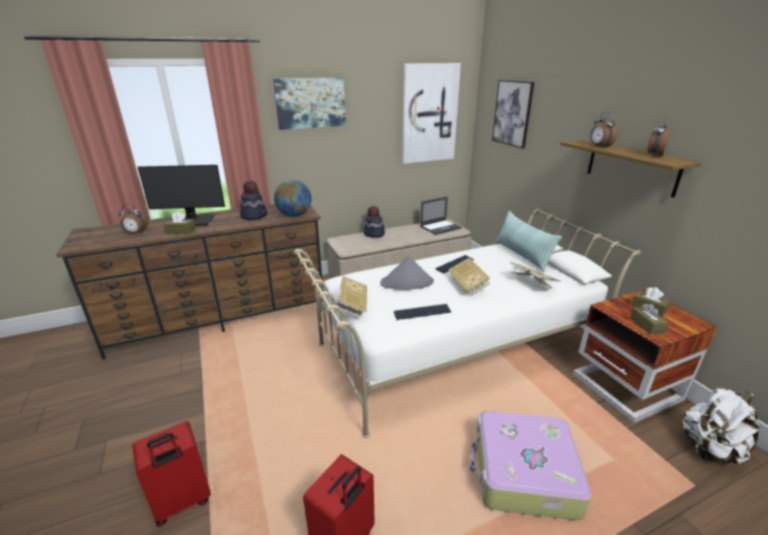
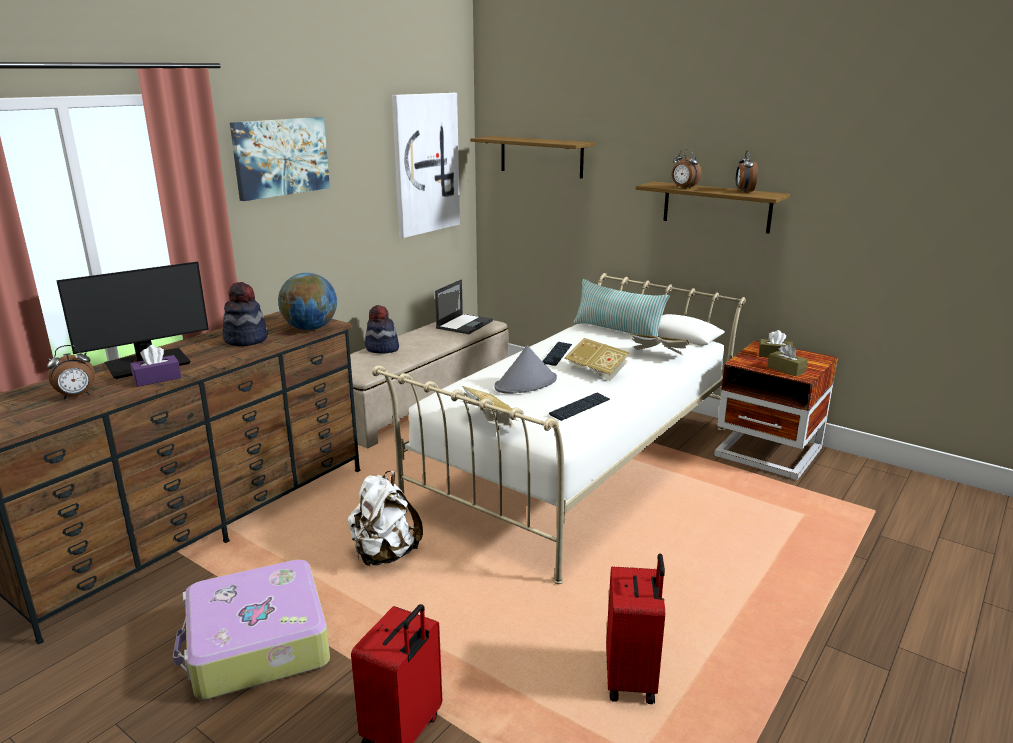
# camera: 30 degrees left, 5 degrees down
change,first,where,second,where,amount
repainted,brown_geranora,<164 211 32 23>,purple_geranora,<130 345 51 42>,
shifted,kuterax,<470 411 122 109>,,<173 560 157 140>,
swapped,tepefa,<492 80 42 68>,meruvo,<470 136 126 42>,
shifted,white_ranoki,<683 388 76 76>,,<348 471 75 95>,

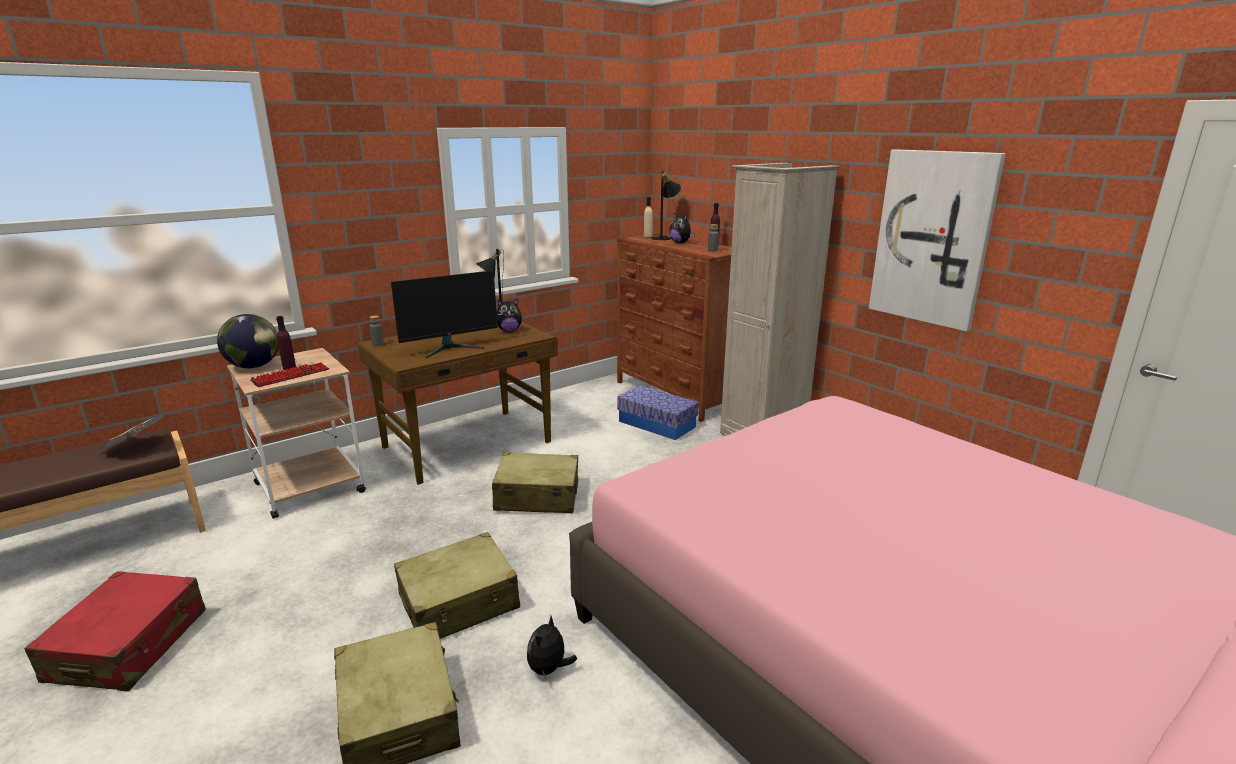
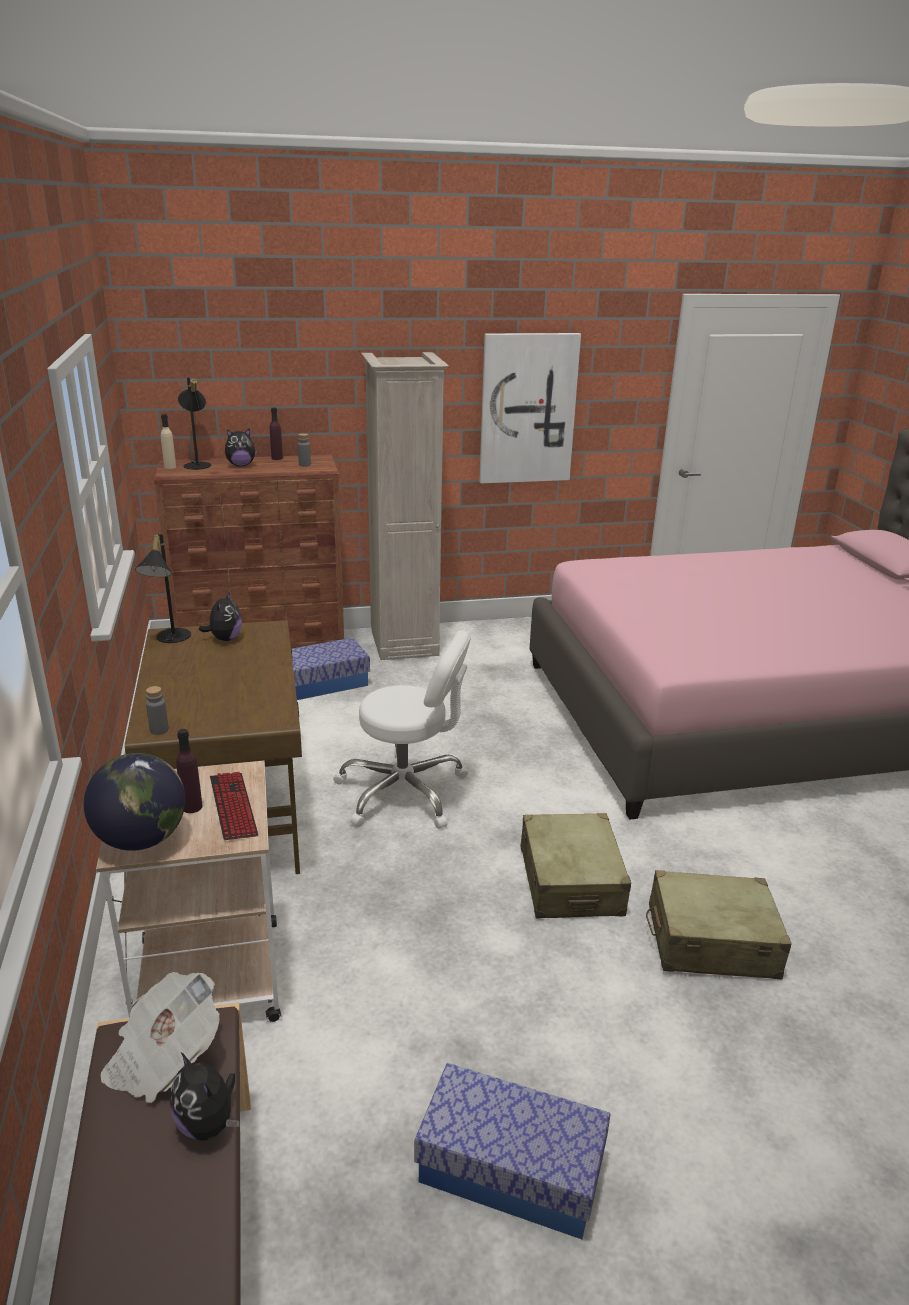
# camera: 65 degrees left, 5 degrees up
change,first,where,second,where,amount
swapped,red_kuterax,<24 571 182 120>,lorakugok,<414 1063 196 176>,
gone,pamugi,<391 270 107 88>,,,
swapped,beige_kuterax,<492 452 87 61>,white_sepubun,<333 630 138 199>,
shifted,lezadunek,<527 616 50 62>,,<170 1052 70 89>,

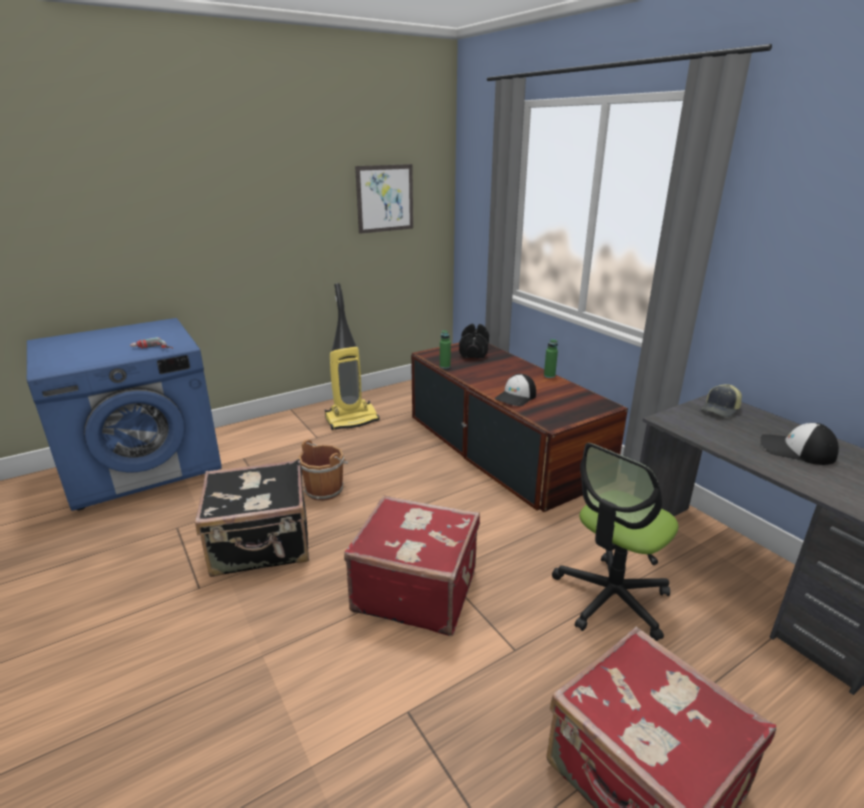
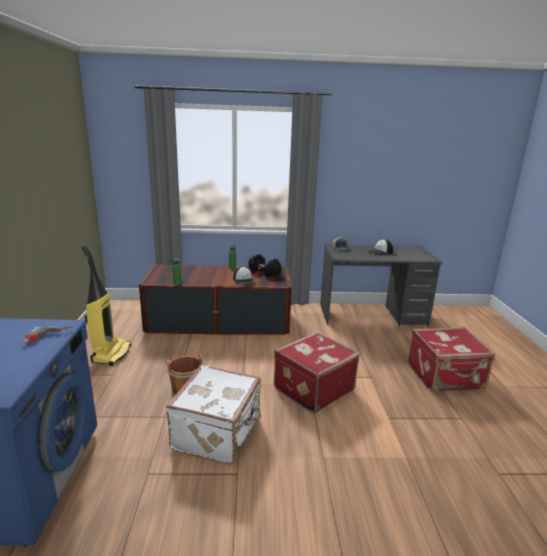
# camera: 60 degrees left, 5 degrees down
change,first,where,second,where,amount
repainted,black_kuterax,<195 459 114 118>,white_kuterax,<166 365 95 100>,
gone,tepefa,<355 164 58 70>,,,
shifted,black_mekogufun,<459 324 30 34>,,<248 254 34 23>,
gone,sepubun,<552 443 126 198>,,,

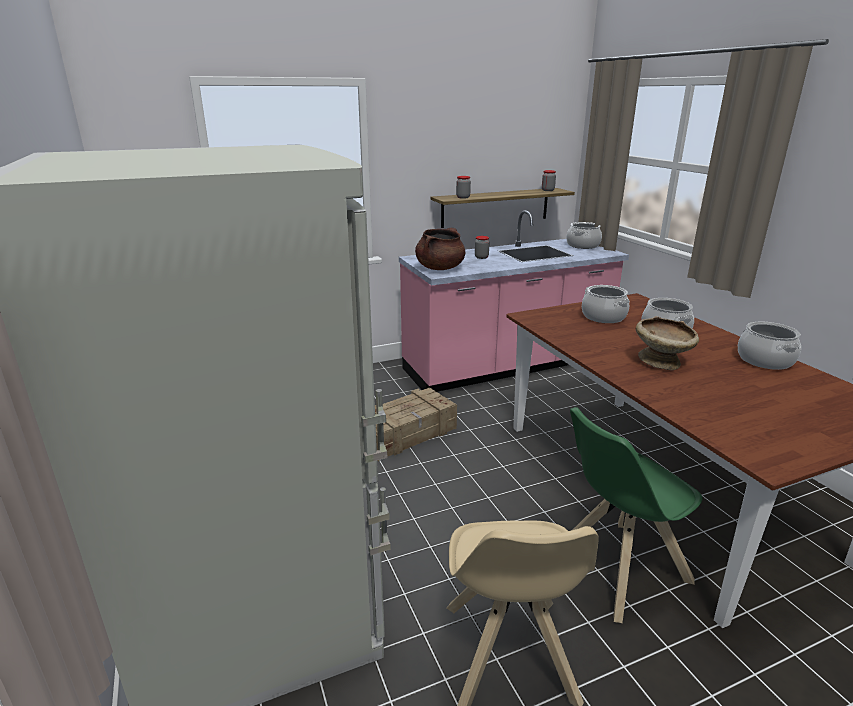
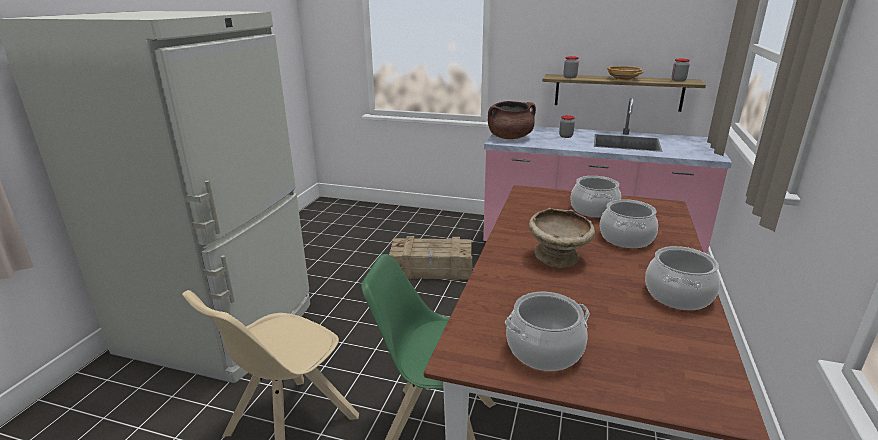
# camera: 40 degrees right, 0 degrees up
change,first,where,second,where,amount
shifted,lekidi,<566 222 36 27>,,<505 292 85 79>,
new,,,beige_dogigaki,<607 66 36 14>,

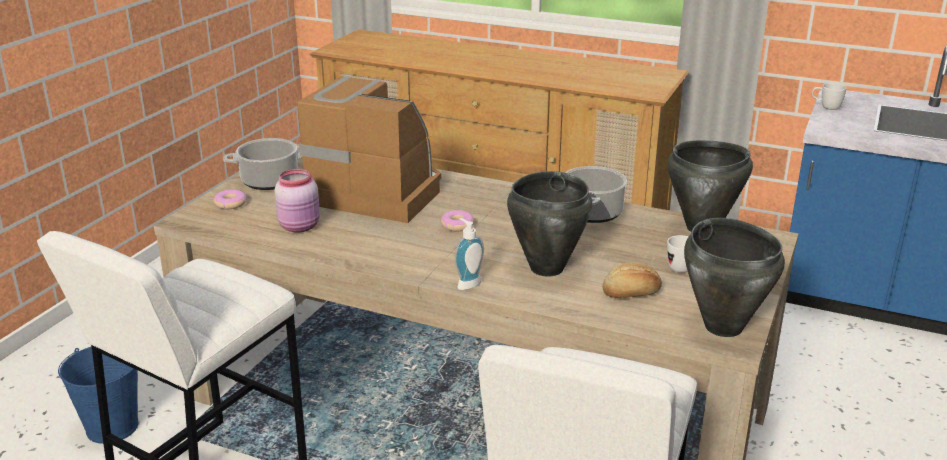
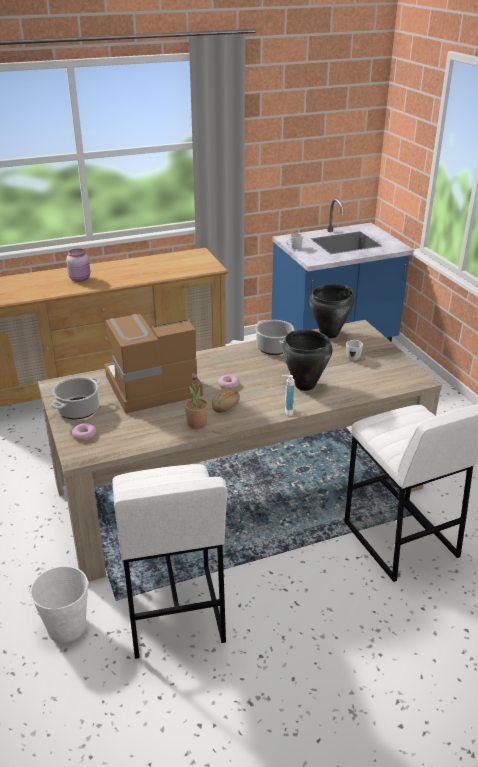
# camera: 45 degrees left, 5 degrees up
change,first,where,second,where,amount
repainted,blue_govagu,<58 347 80 97>,white_govagu,<29 566 60 77>,
shifted,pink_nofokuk,<274 169 46 64>,,<66 248 24 34>,
shifted,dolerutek,<603 263 59 35>,,<212 388 28 25>,
gone,black_lekidi,<684 218 101 119>,,,
new,,,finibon,<185 373 23 56>,

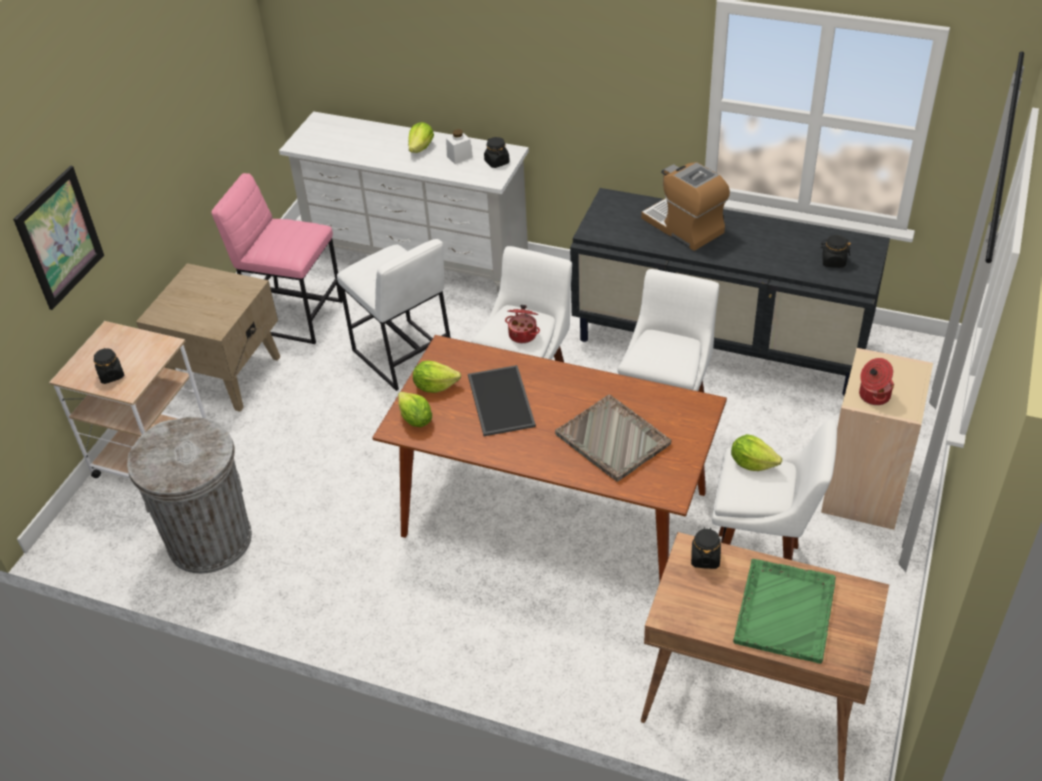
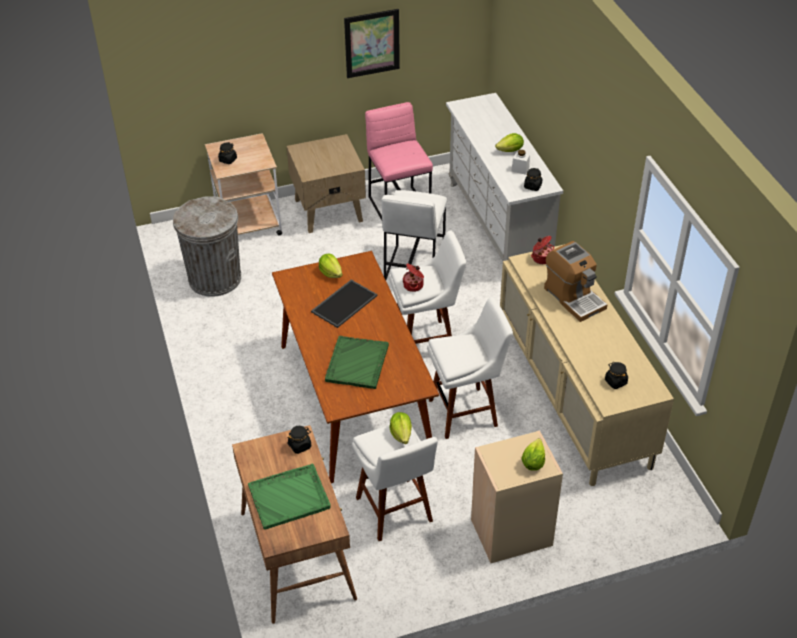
# camera: 50 degrees right, 0 degrees up
change,first,where,second,where,amount
shifted,tepefa,<13 166 91 144>,,<344 9 56 69>,
shifted,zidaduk,<398 392 34 35>,,<521 438 24 33>,
repainted,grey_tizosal,<555 394 117 88>,green_tizosal,<325 336 64 53>,
repainted,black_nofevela,<570 188 320 208>,beige_nofevela,<500 244 174 242>,
rotated,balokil,<641 162 89 89>,,<544 241 63 81>,135 degrees clockwise
shifted,lekidi,<859 358 35 47>,,<531 236 23 28>,

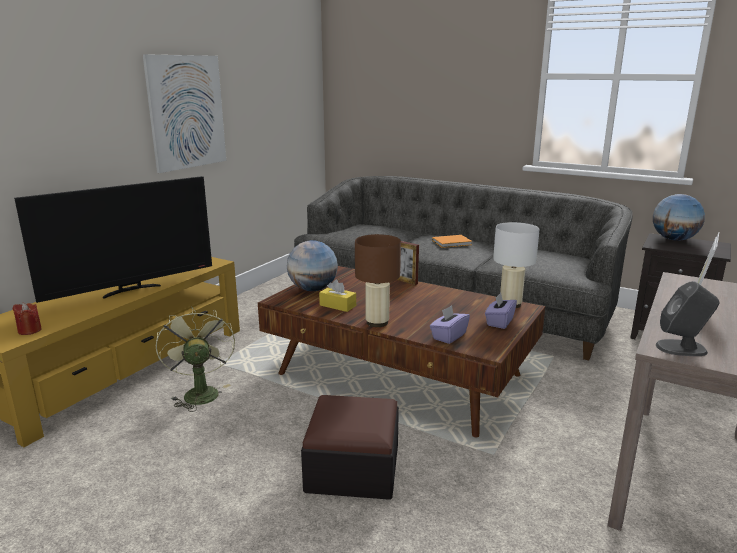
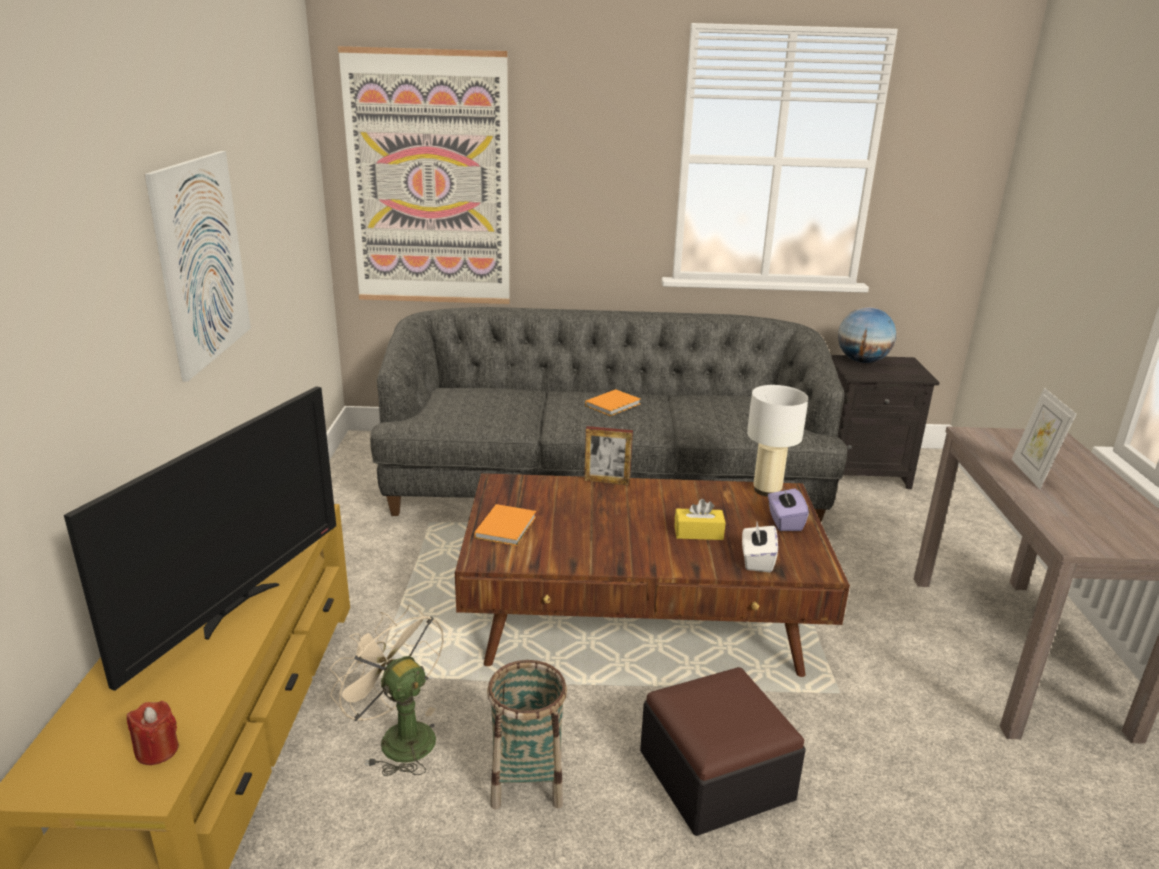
# camera: 30 degrees left, 5 degrees up
change,first,where,second,where,amount
repainted,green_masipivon,<156 307 79 105>,beige_masipivon,<330 604 114 172>,
swapped,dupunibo,<287 240 51 51>,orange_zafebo,<474 504 62 42>,
shifted,yellow_geranora,<319 280 37 32>,,<674 499 52 41>,
gone,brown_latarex,<355 234 46 93>,,,
repainted,purple_geranora,<430 305 40 39>,white_geranora,<742 522 36 50>,
gone,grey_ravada,<656 281 63 75>,,,
new,,,tepefa,<338 46 172 258>,
new,,,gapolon,<487 660 80 150>,

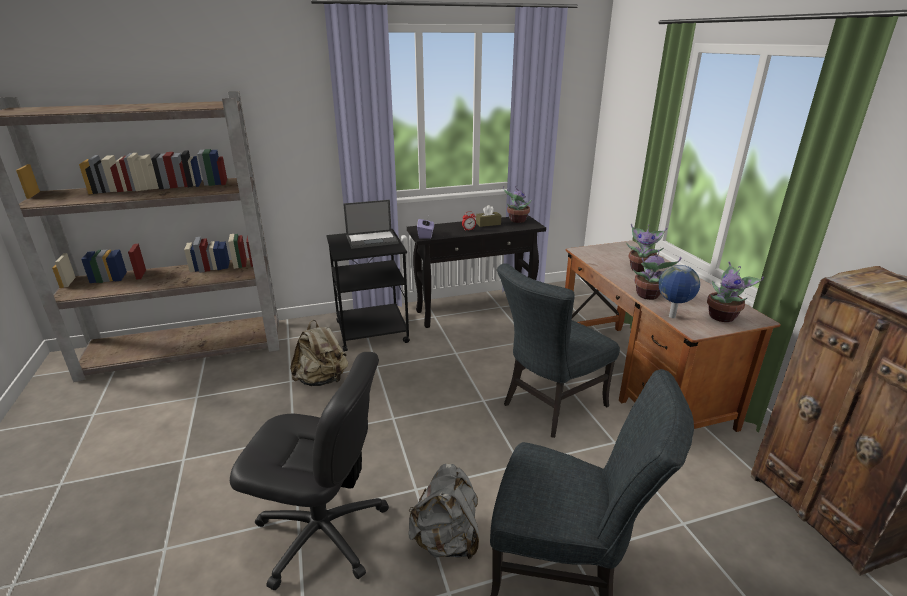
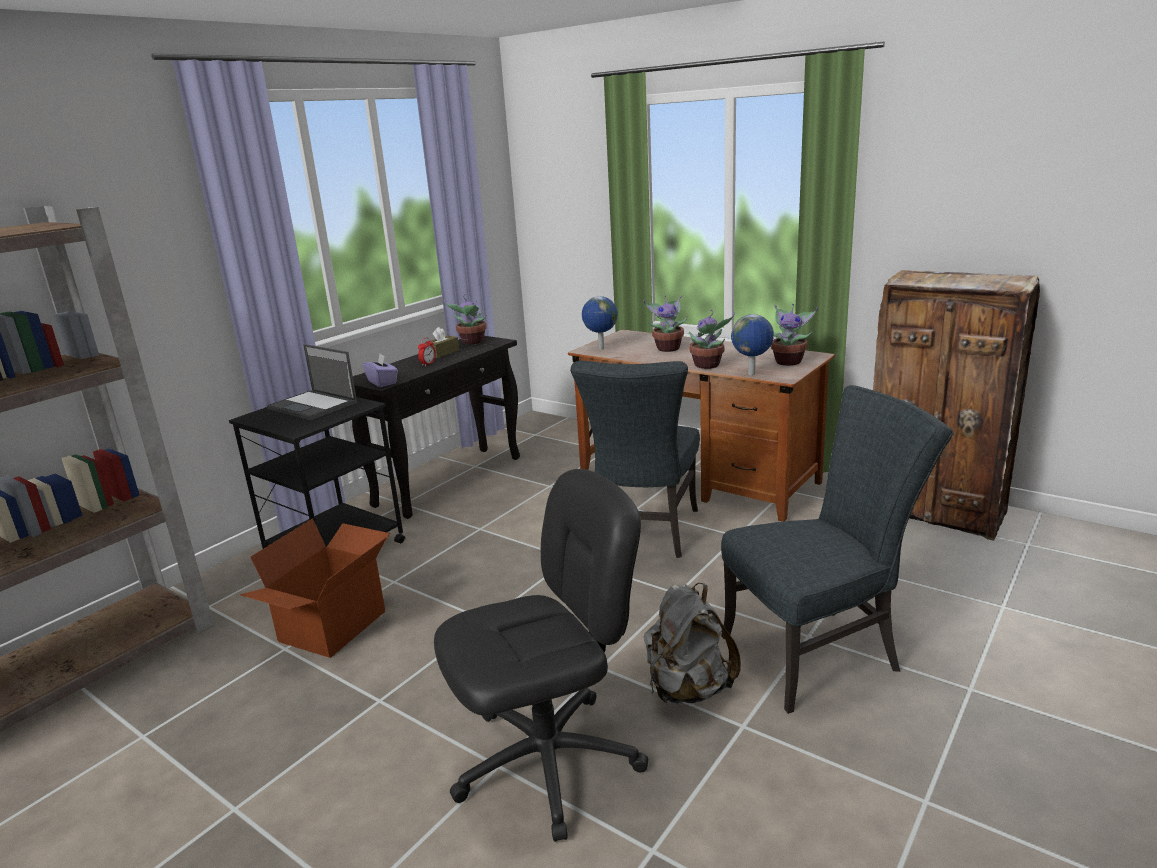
# camera: 35 degrees left, 5 degrees down
change,first,where,second,where,amount
swapped,beige_ranoki,<290 320 58 66>,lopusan,<240 518 150 140>,
rotated,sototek,<343 200 56 49>,,<267 344 90 76>,90 degrees clockwise
new,,,dupunibo,<582 296 36 53>,

